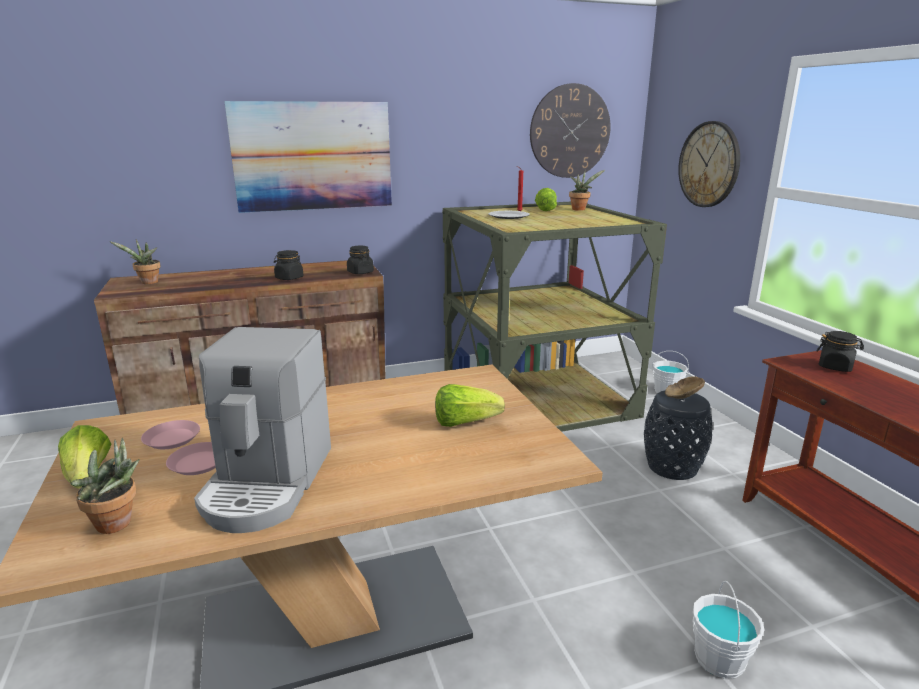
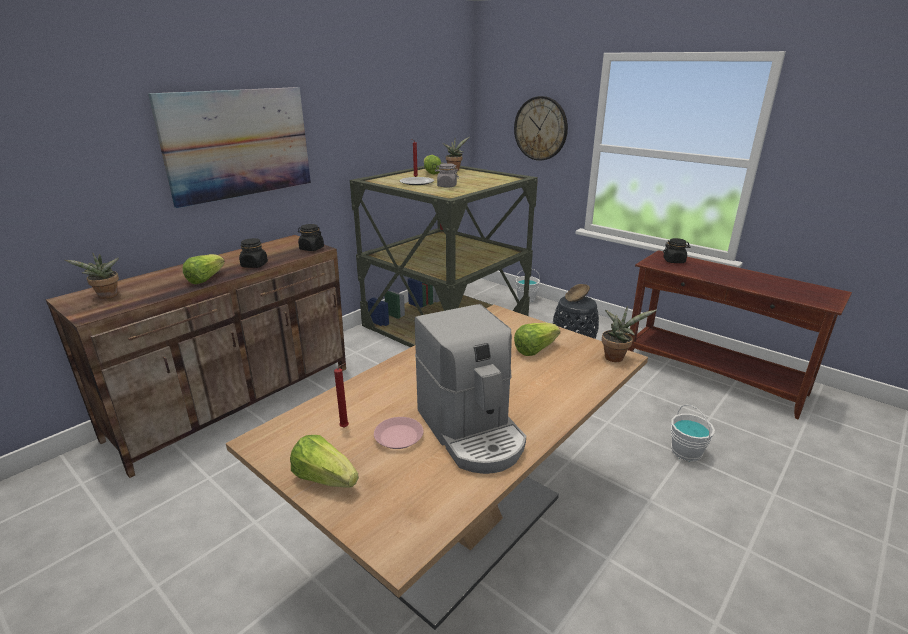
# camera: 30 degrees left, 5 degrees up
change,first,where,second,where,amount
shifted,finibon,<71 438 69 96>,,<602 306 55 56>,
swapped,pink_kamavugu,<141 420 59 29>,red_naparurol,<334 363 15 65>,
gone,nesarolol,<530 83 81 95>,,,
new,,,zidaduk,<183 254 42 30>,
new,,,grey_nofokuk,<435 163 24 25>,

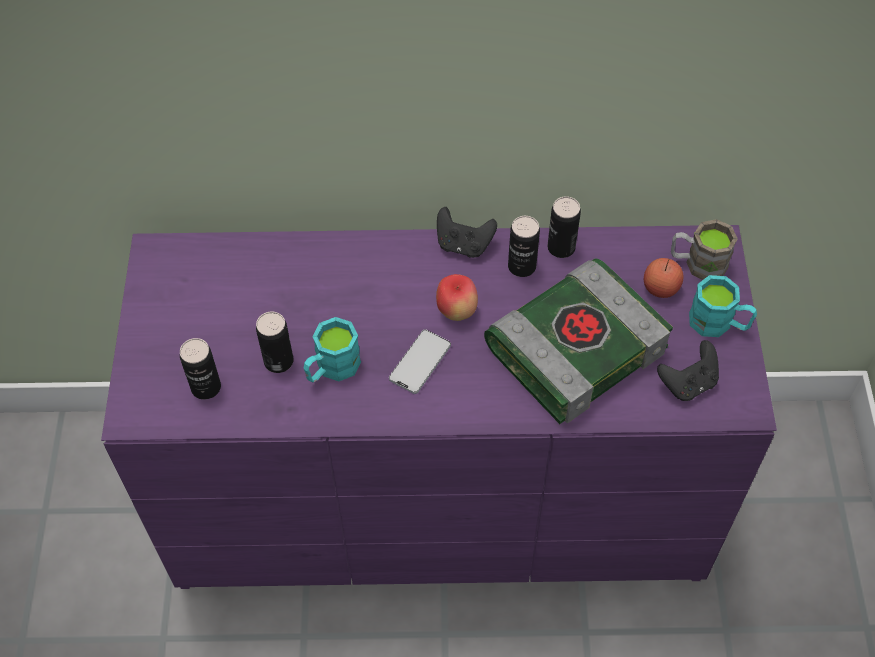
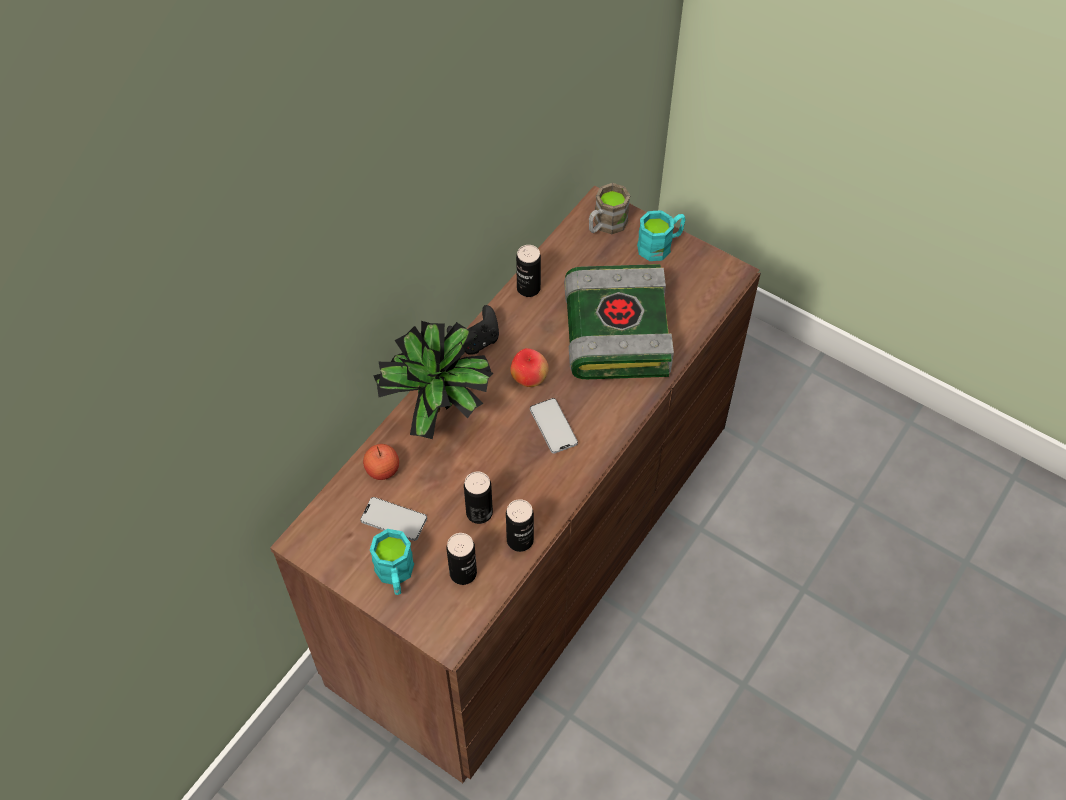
# camera: 55 degrees left, 0 degrees up
change,first,where,second,where,amount
repainted,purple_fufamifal,<101 225 676 364>,brown_fufamifal,<270 185 491 598>,
shifted,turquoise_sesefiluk,<304 317 57 66>,,<369 529 45 66>,
shifted,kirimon,<508 216 32 61>,,<506 499 28 53>,
shifted,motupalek,<644 258 40 40>,,<363 444 36 36>,
gone,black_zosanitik,<657 340 62 61>,,,
new,,,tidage,<360 497 67 44>,
new,,,finibon,<373 321 120 118>,

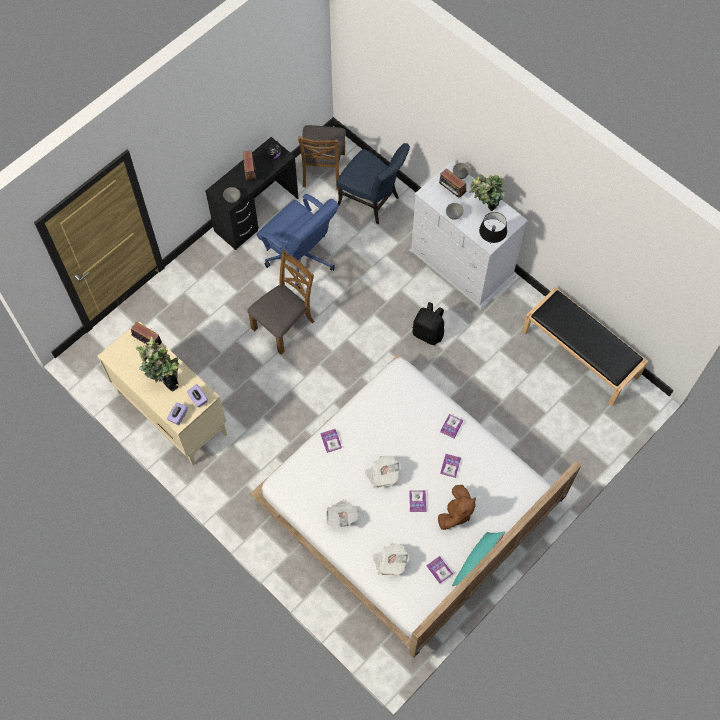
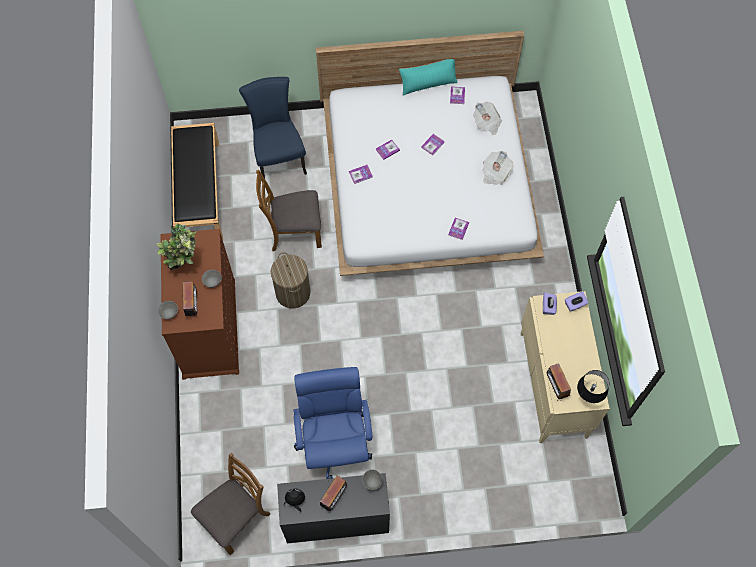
# camera: 140 degrees left, 0 degrees up
change,first,where,second,where,amount
gone,finibon,<136 337 43 55>,,,
shifted,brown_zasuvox,<247 250 67 105>,,<256 170 66 81>,
shifted,blue_zasuvox,<336 143 74 81>,,<239 77 68 101>,
gone,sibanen,<365 455 36 33>,,,
repainted,white_fufamifal,<409 161 119 149>,brown_fufamifal,<161 229 78 151>,
swapped,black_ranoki,<412 302 32 43>,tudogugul,<271 252 39 57>,
gone,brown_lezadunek,<438 485 38 45>,,,
shifted,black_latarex,<479 212 28 31>,,<577 370 32 33>,

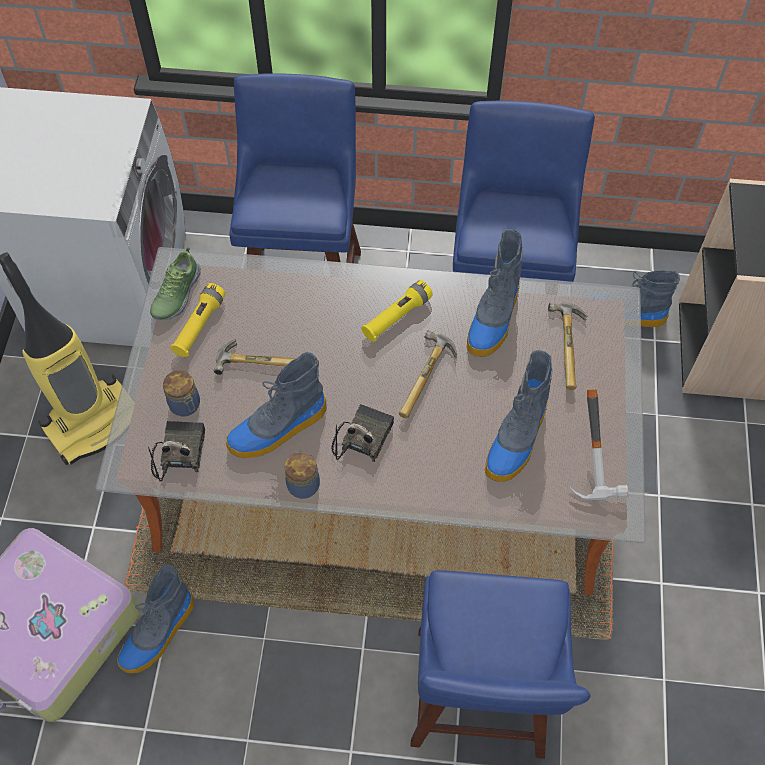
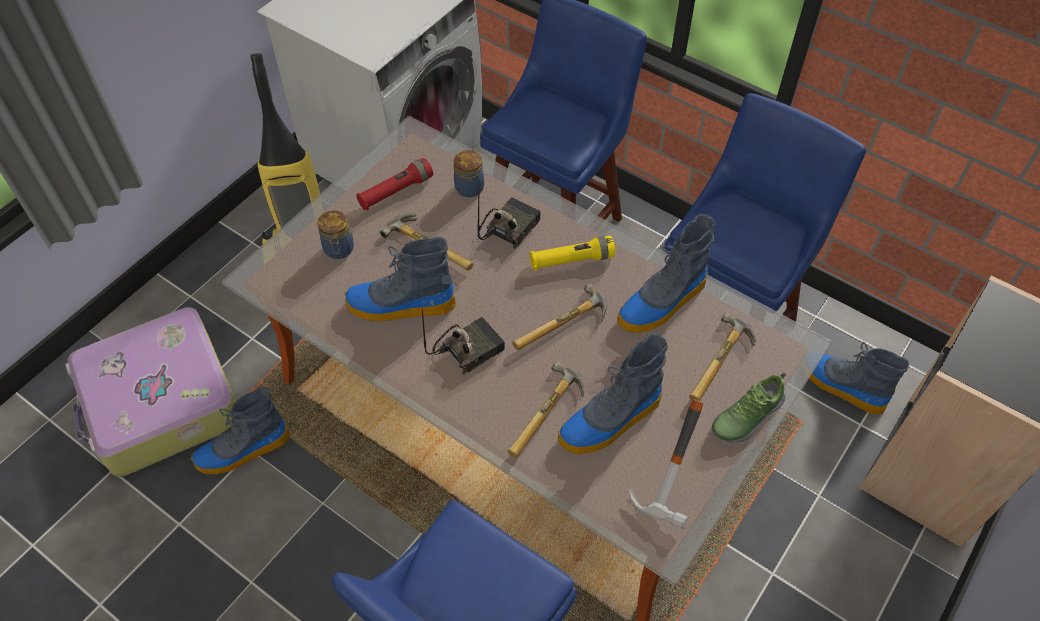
# camera: 30 degrees right, 5 degrees down
change,first,where,second,where,amount
shifted,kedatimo,<148 421 57 61>,,<477 190 64 59>,
shifted,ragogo,<150 247 51 73>,,<712 373 74 70>,
repainted,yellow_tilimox,<170 283 55 74>,red_tilimox,<356 158 77 52>,
shifted,nofokuk,<285 450 35 49>,,<454 149 30 48>,
new,,,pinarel,<508 361 76 97>,

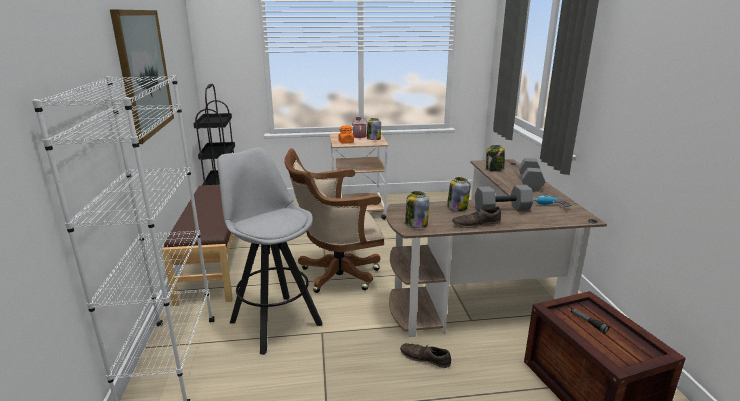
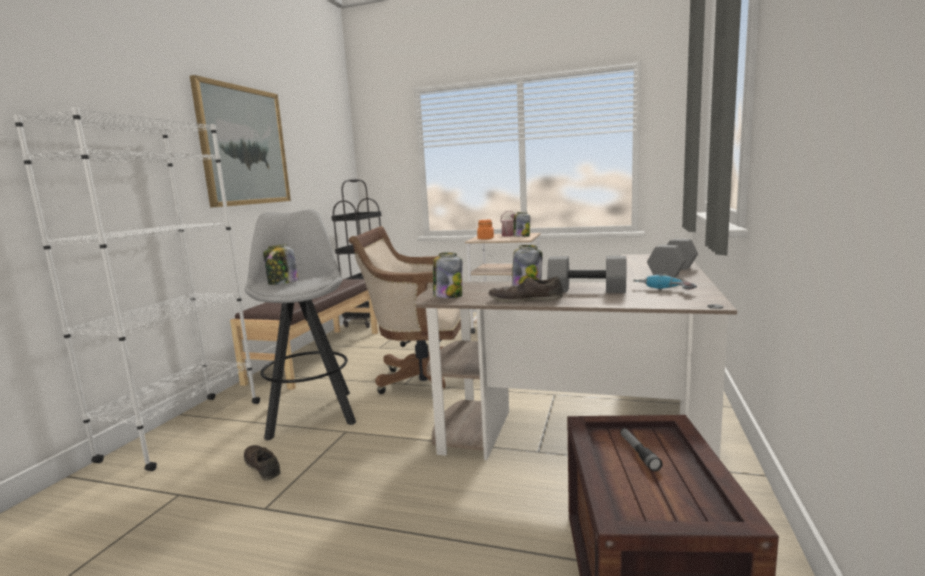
# camera: 25 degrees right, 10 degrees down
change,first,where,second,where,amount
shifted,brown_ragogo,<400 343 51 25>,,<244 445 37 36>,
shifted,nofokuk,<486 145 19 27>,,<263 244 35 41>,

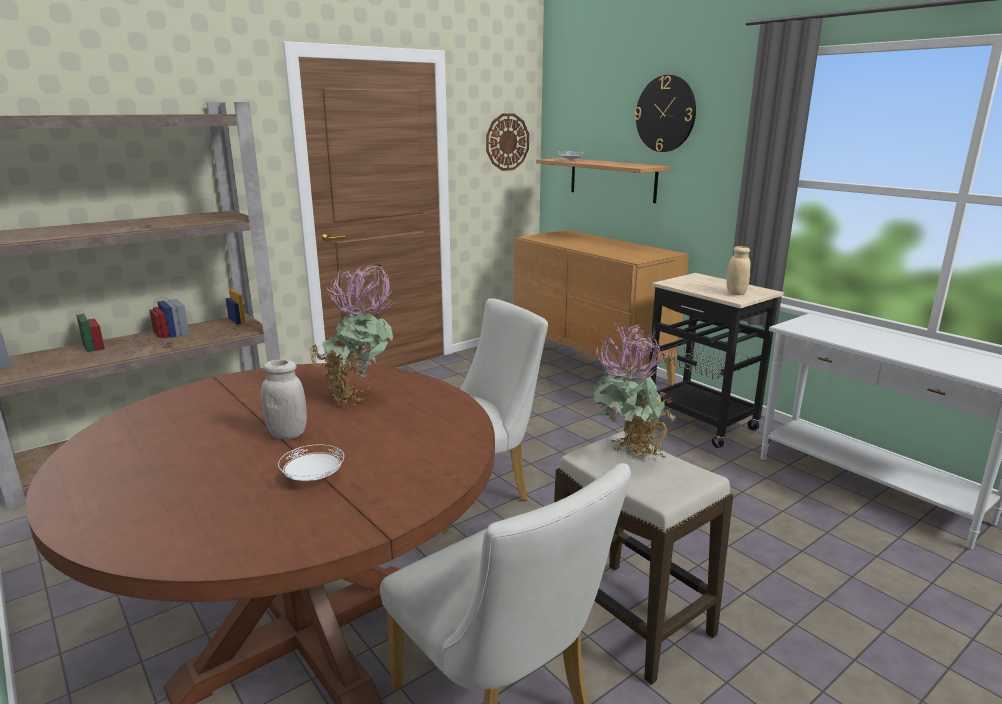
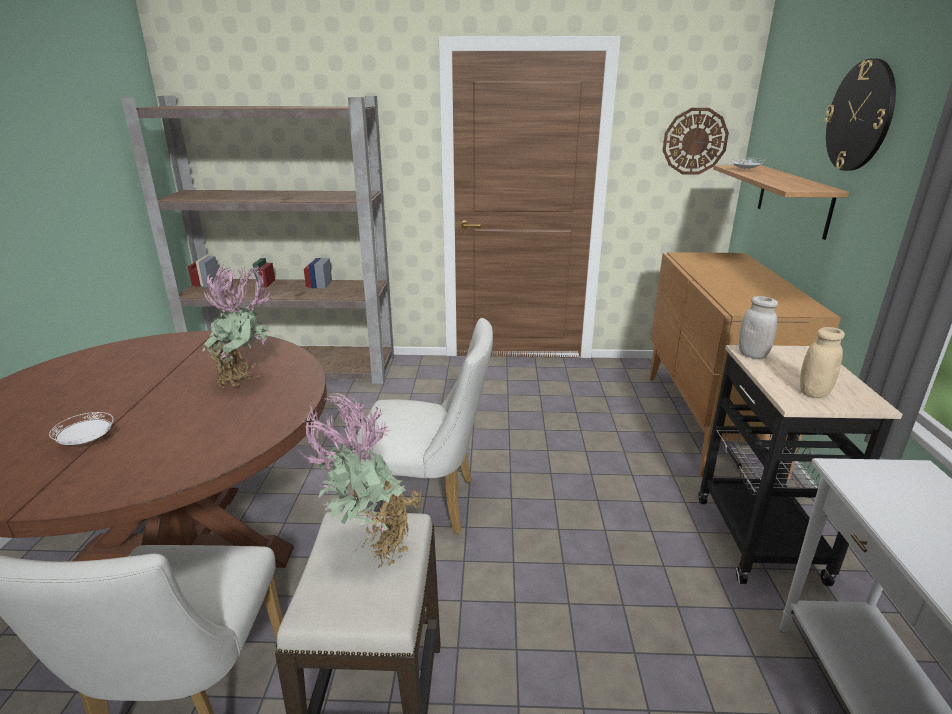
# camera: 40 degrees right, 5 degrees up
change,first,where,second,where,amount
shifted,white_nofokuk,<261 359 46 80>,,<739 296 39 63>,

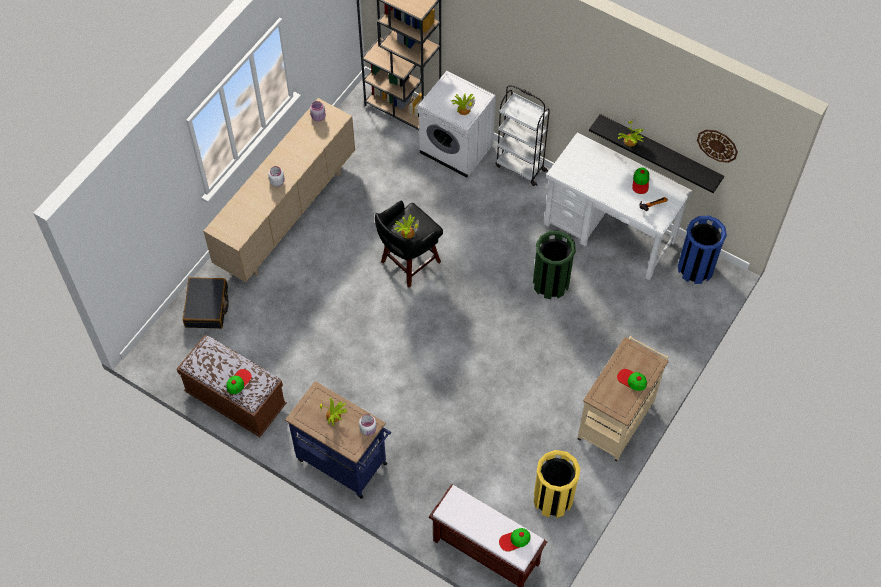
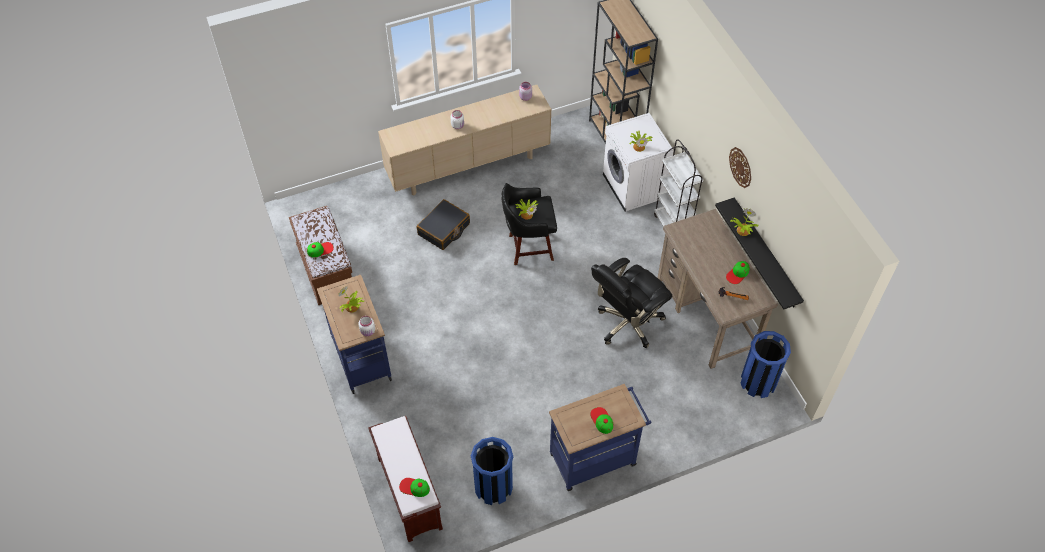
# camera: 35 degrees right, 5 degrees down
change,first,where,second,where,amount
shifted,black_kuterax,<183 277 46 52>,,<416 199 54 51>,
swapped,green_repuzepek,<533 231 43 68>,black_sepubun,<591 258 81 90>,
repainted,yellow_repuzepek,<534 450 46 68>,blue_repuzepek,<471 437 42 68>,
repainted,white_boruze,<544 132 148 148>,brown_boruze,<658 209 120 160>,
repainted,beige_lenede,<578 335 91 127>,blue_lenede,<549 384 103 107>,
shifted,nesarolol,<697 130 41 33>,,<729 147 22 41>,

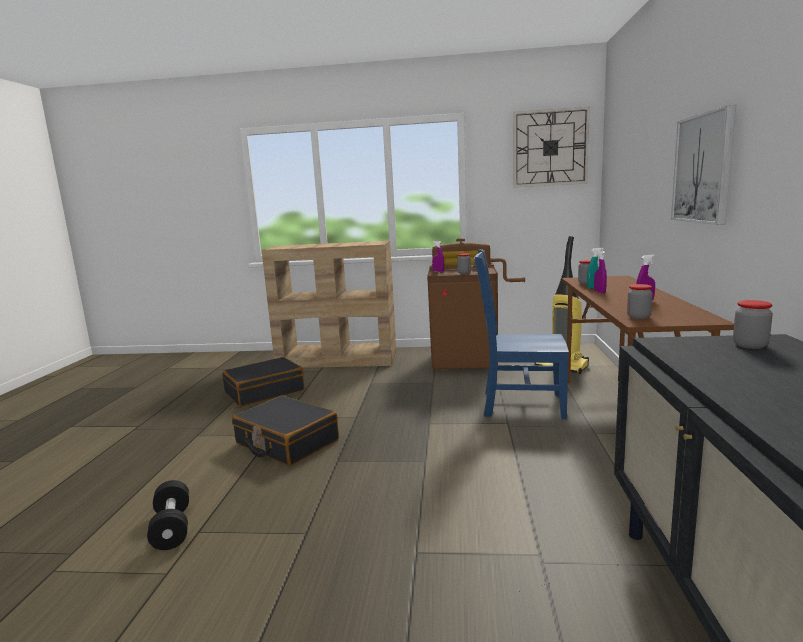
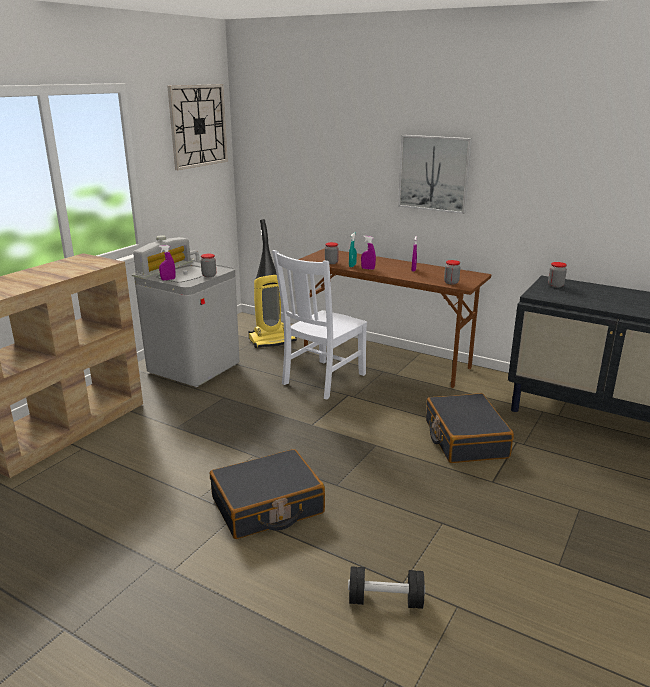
# camera: 65 degrees left, 10 degrees up
change,first,where,second,where,amount
shifted,black_kuterax,<222 357 82 50>,,<426 393 88 70>,
repainted,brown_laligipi,<427 238 98 133>,grey_laligipi,<132 235 108 152>,
repainted,blue_zasuvox,<474 249 95 170>,white_zasuvox,<272 250 95 149>,

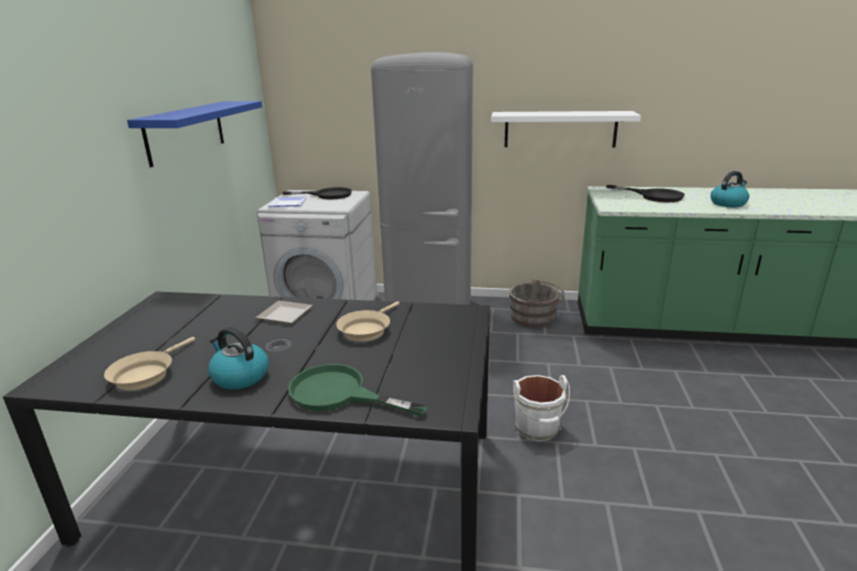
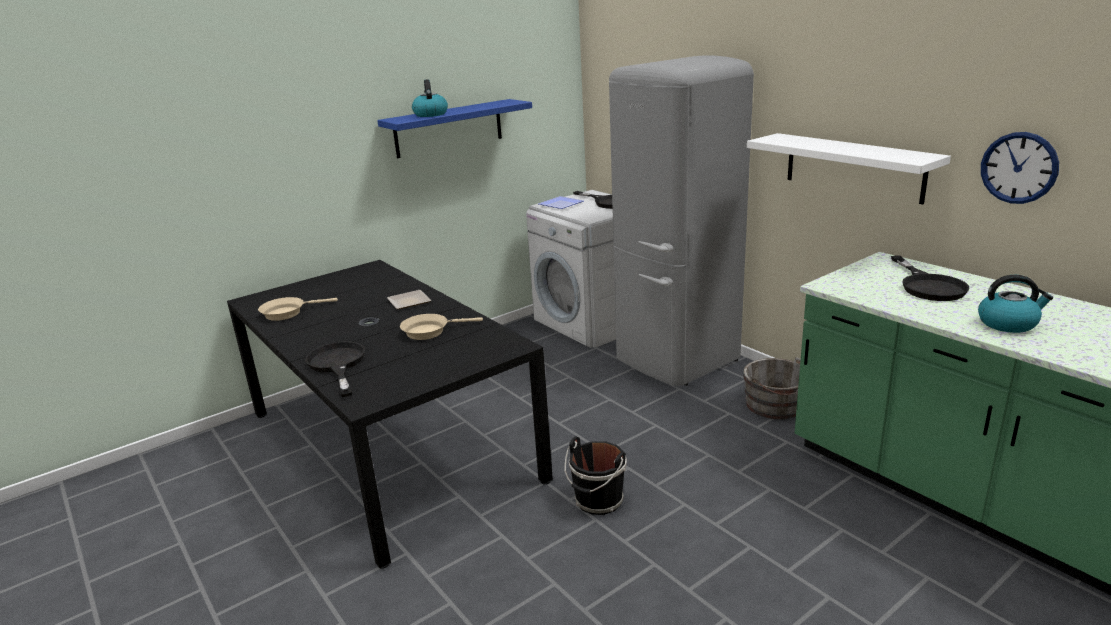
# camera: 45 degrees right, 0 degrees up
change,first,where,second,where,amount
shifted,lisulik,<208 327 61 63>,,<412 79 36 38>,
repainted,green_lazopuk,<288 364 140 53>,black_lazopuk,<305 342 60 55>,
repainted,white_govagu,<513 375 57 66>,black_govagu,<564 436 63 79>,
new,,,nesarolol,<981 132 78 72>,

